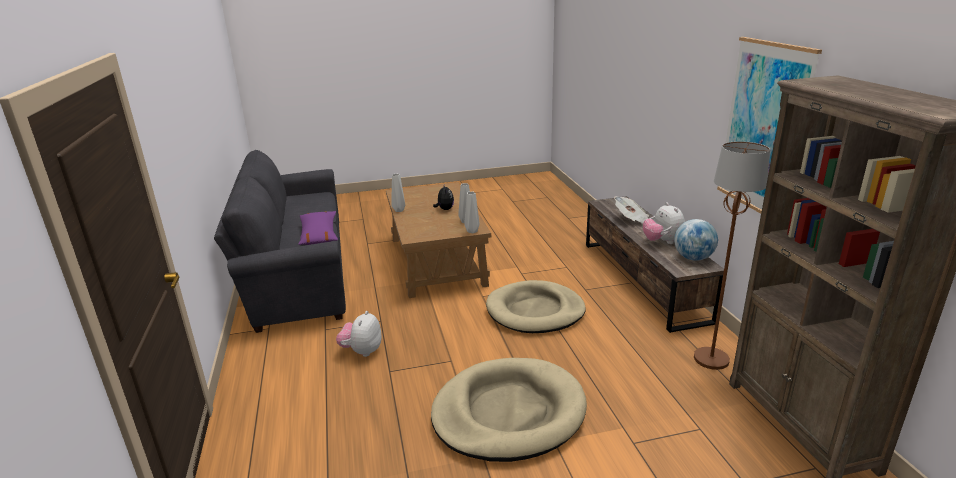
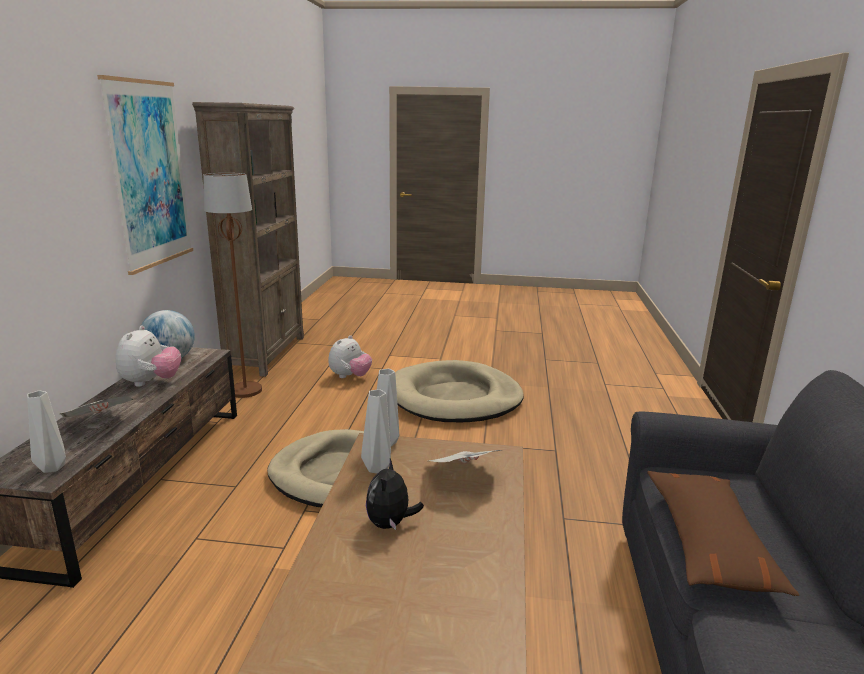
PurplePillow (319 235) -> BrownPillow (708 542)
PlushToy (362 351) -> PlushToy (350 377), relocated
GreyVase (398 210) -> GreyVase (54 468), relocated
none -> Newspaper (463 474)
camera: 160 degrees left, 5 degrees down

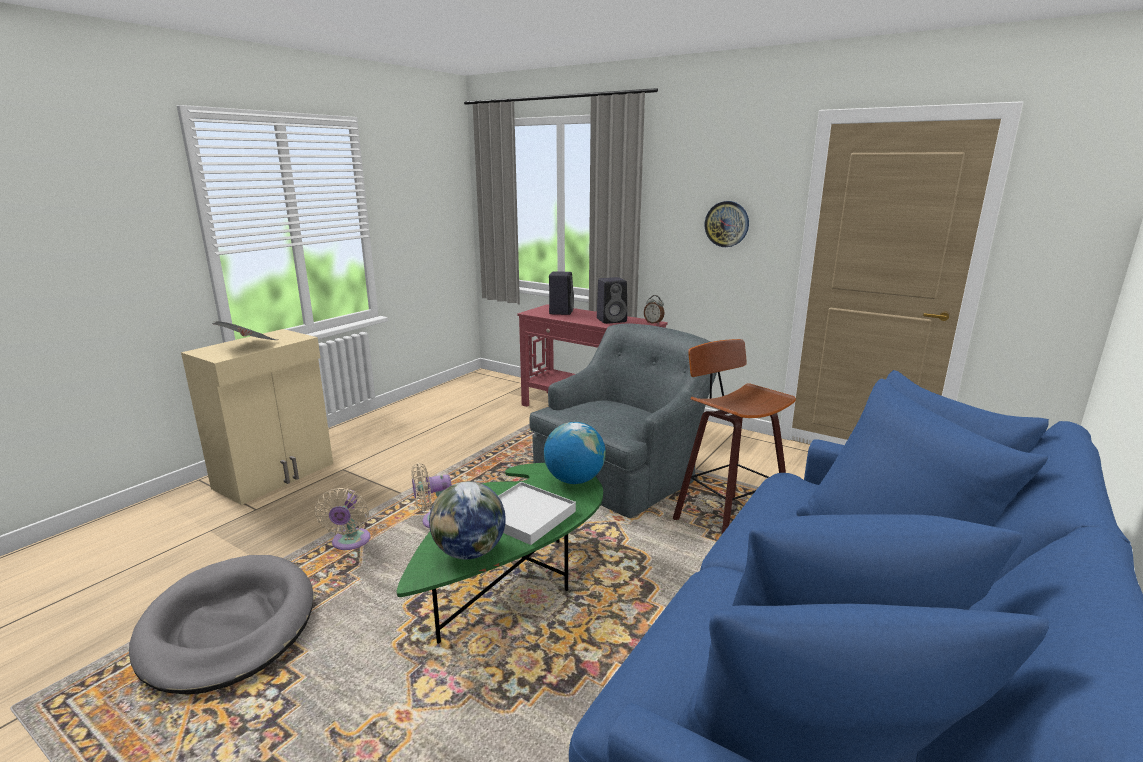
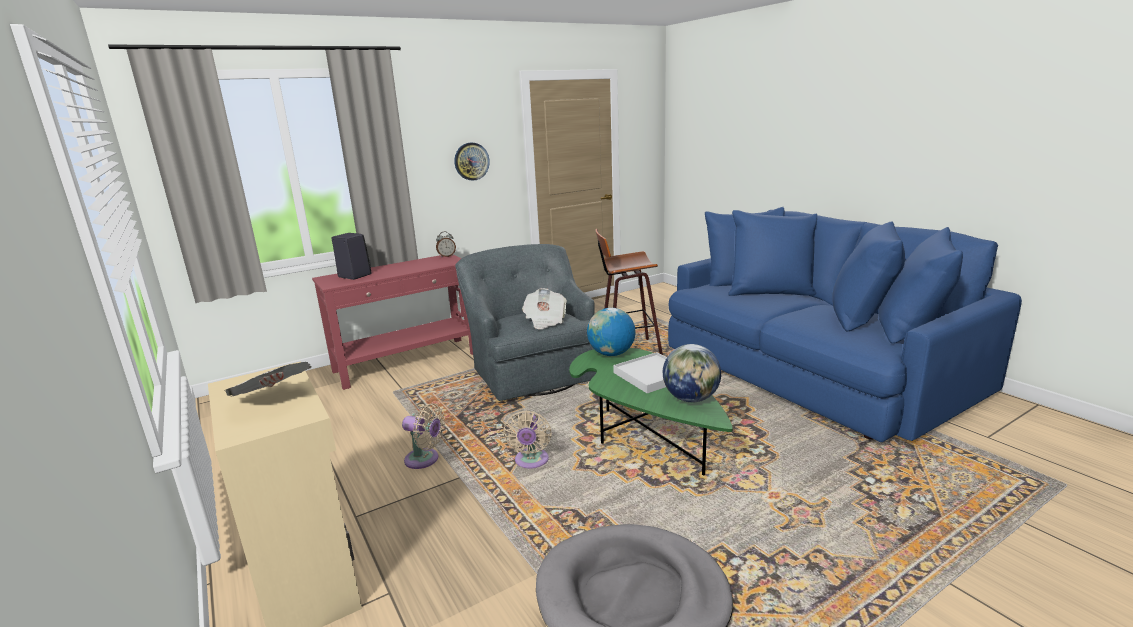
BeigeFan (350 543) -> BeigeFan (425 460), relocated
BlackSpeaker (612 320) -> none
none -> Newspaper (545 321)
camera: 65 degrees left, 0 degrees up

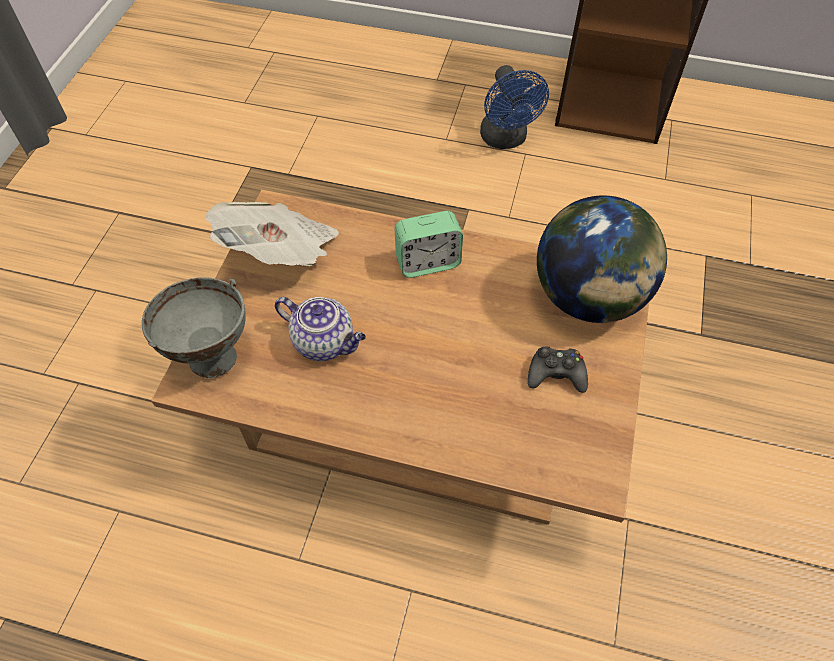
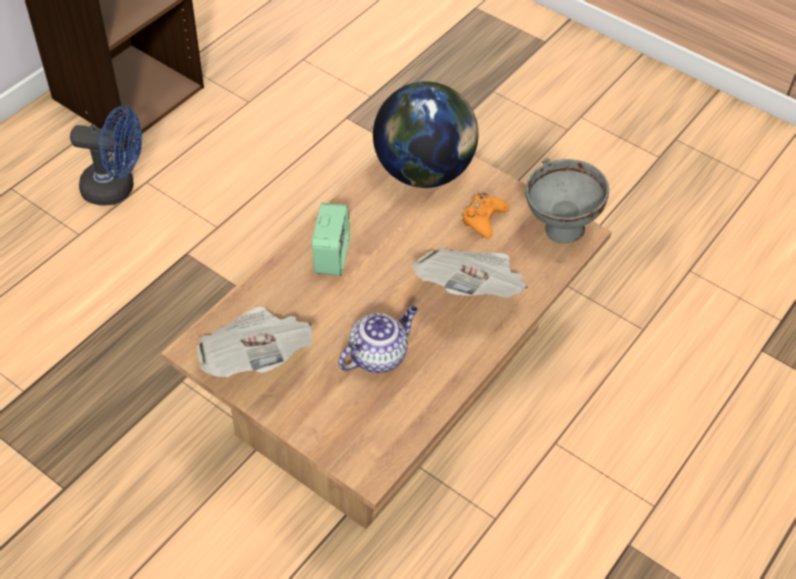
GreyBowl (210 356) -> GreyBowl (559 232), relocated
BlackGameController (556 374) -> OrangeGameController (483 219)
none -> Newspaper (470 290)
camera: 70 degrees left, 5 degrees down

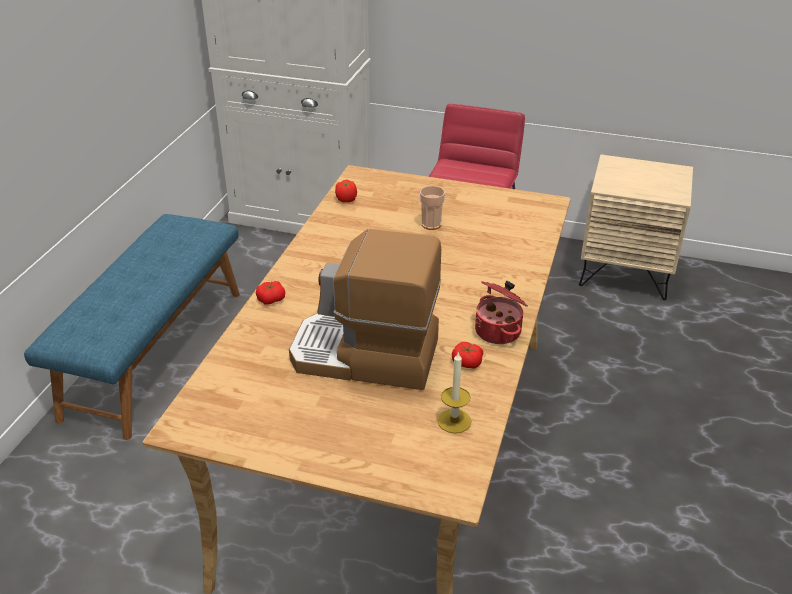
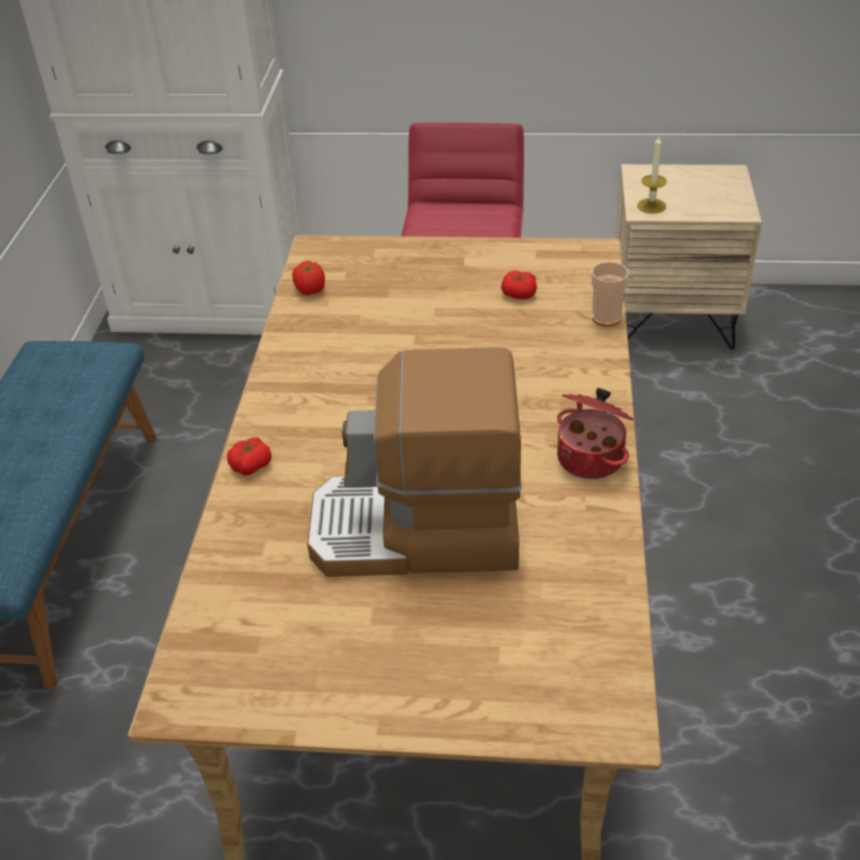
Cup (431 224) -> Cup (606 318), relocated
Candle (454 421) -> Candle (651 206), relocated
Tomato (467 362) -> Tomato (519 294), relocated
camera: 10 degrees left, 5 degrees up

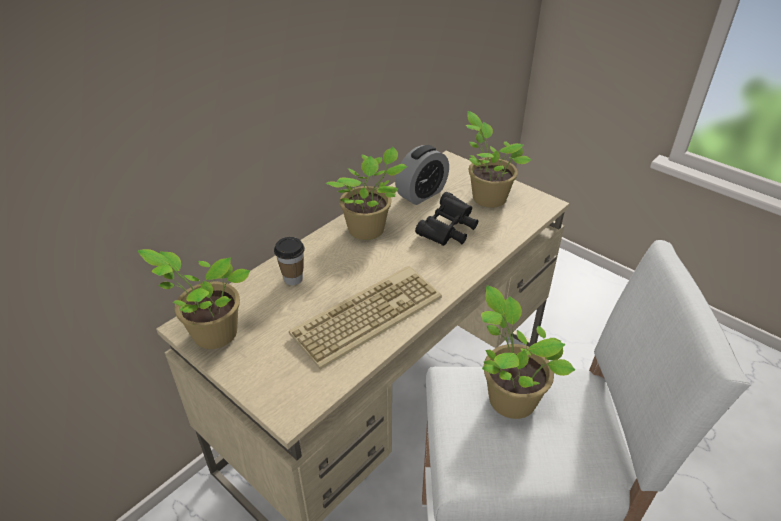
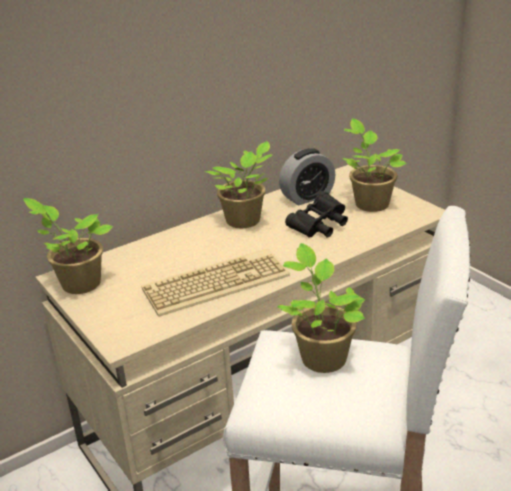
Cup (293 279) -> none
camera: 15 degrees right, 10 degrees down

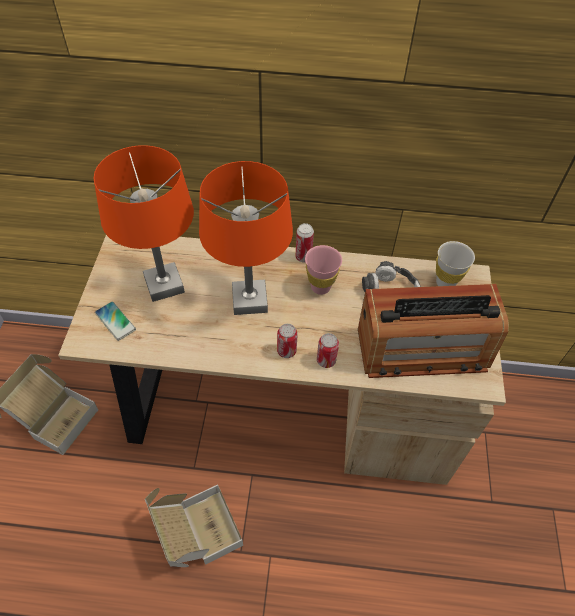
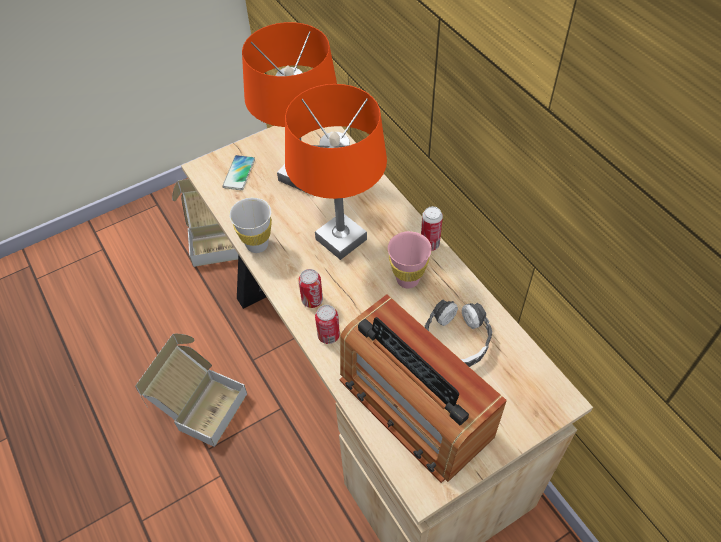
WhiteCup (445 283) -> WhiteCup (257 245), relocated
camera: 55 degrees right, 0 degrees up

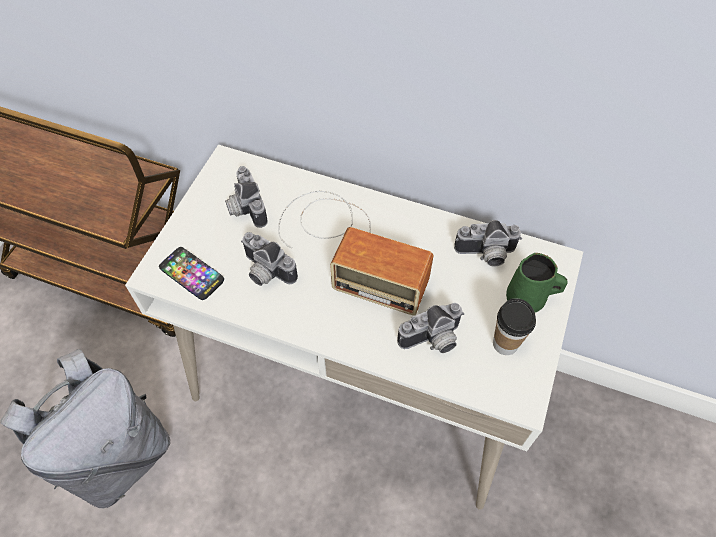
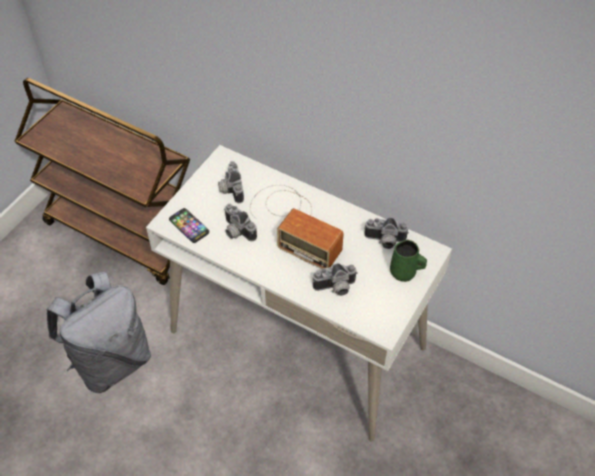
Cup (505 344) -> none
camera: 10 degrees right, 5 degrees down

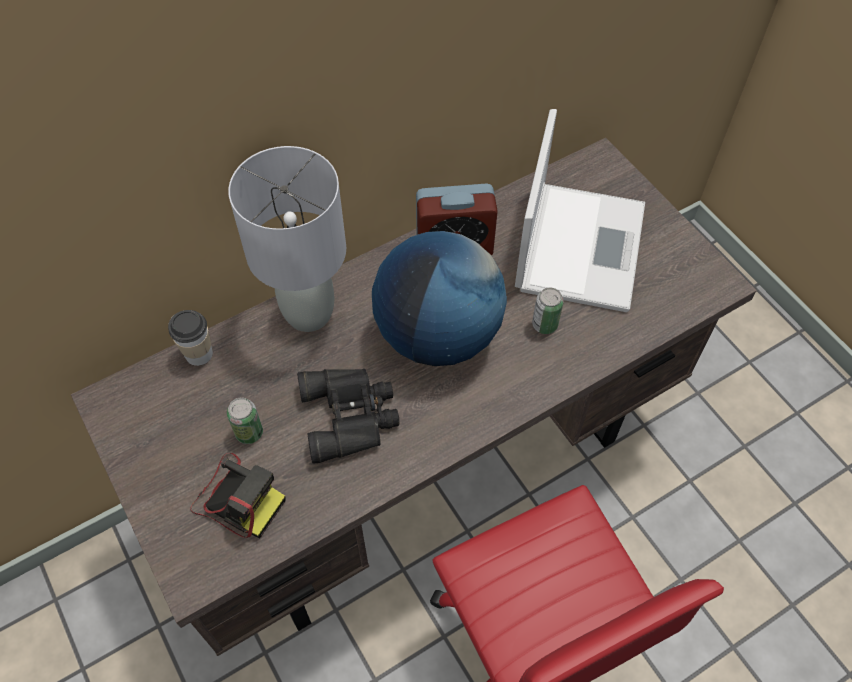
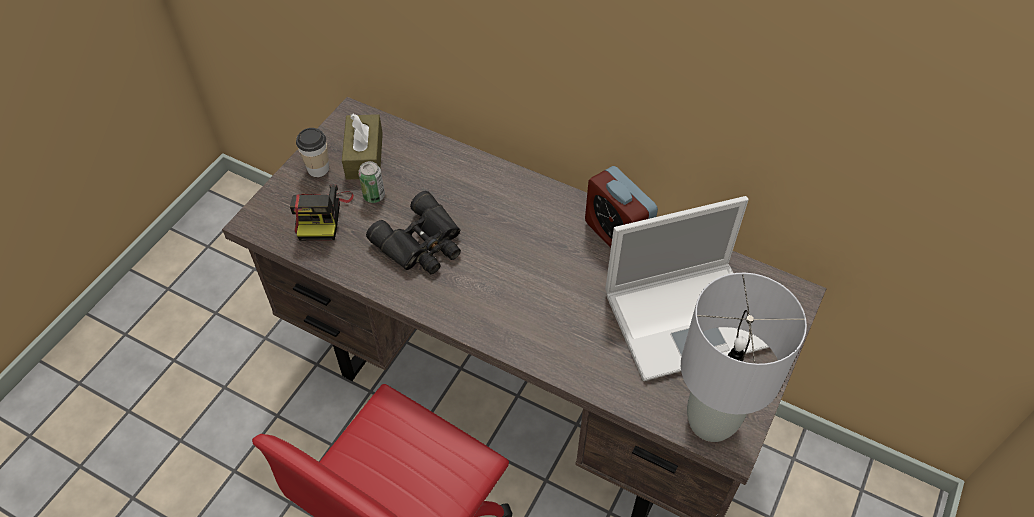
Cup (199 353) -> Cup (318 168), relocated
GreyTableLamp (308 313) -> GreyTableLamp (710 421), relocated
Globe (438 334) -> none
Can (544 324) -> none
none -> BrownTissueBox (364 156)
camera: 60 degrees right, 5 degrees down

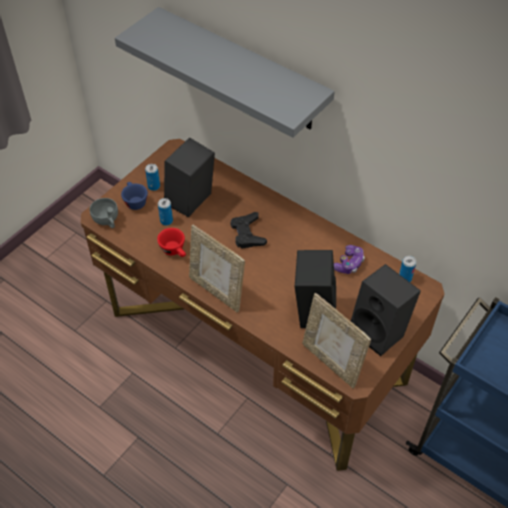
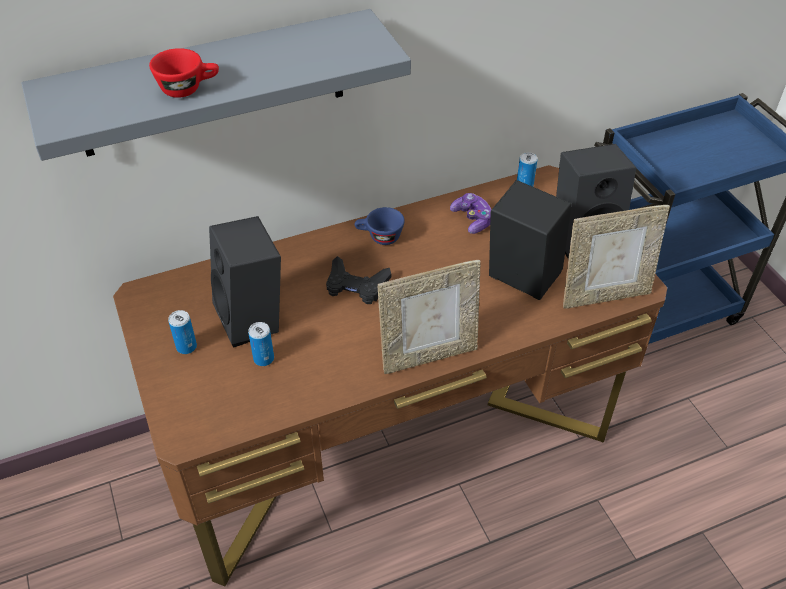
GreyCup (107 221) -> none
BlueCup (134 201) -> BlueCup (379 237), relocated
RedCup (175 251) -> RedCup (188 88), relocated
camera: 60 degrees left, 5 degrees down

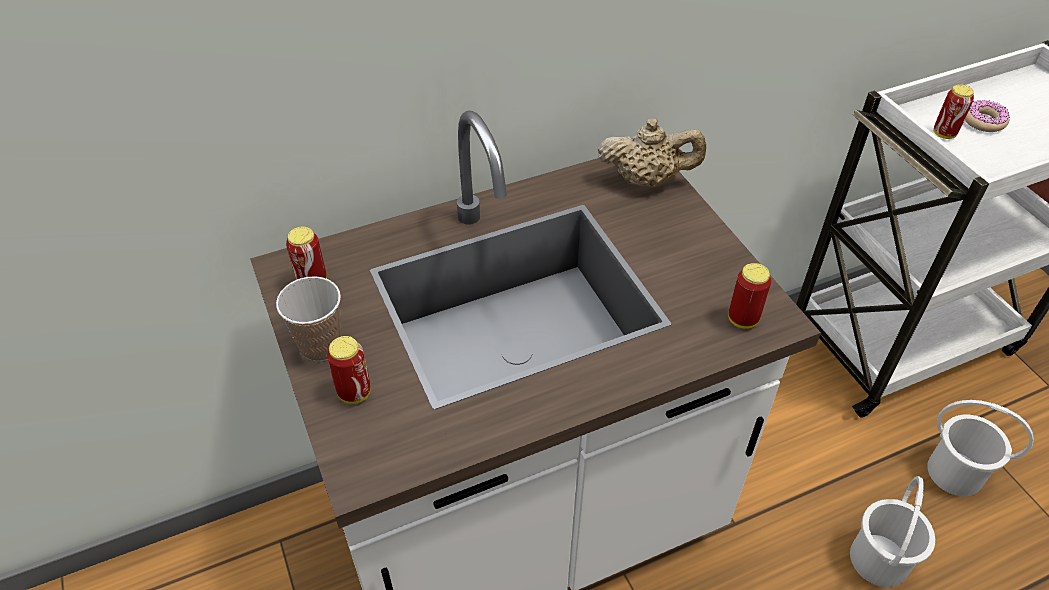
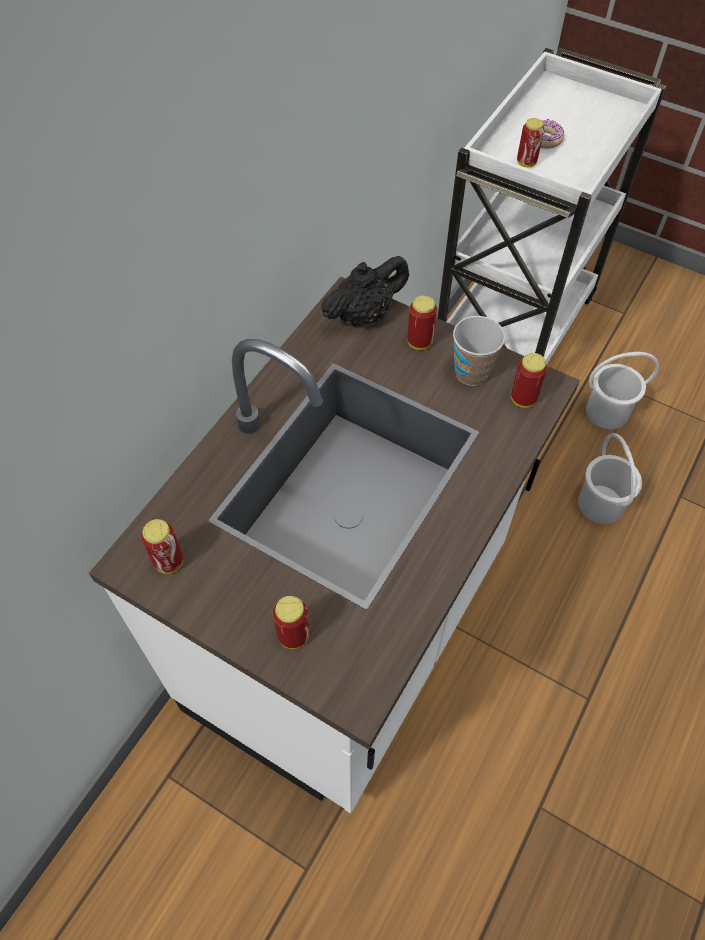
Cup (321 346) -> Cup (471 373), relocated
BeigeTeapot (647 180) -> BlackTeapot (364 315)
none -> Can (419 342)
camera: 35 degrees left, 10 degrees up

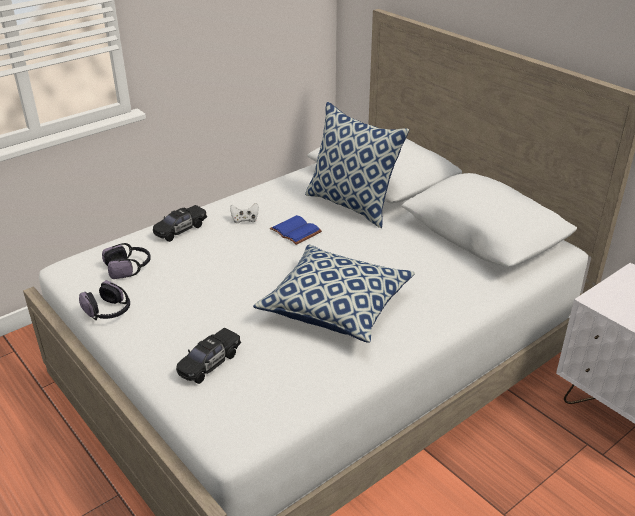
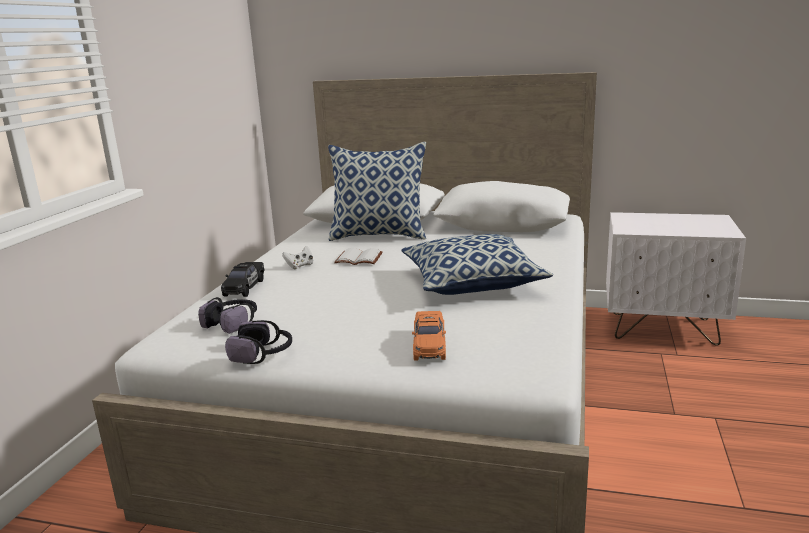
BlackToyCar (209 363) -> OrangeToyCar (429 346)
BlueBook (297 231) -> WhiteBook (360 258)
camera: 35 degrees left, 15 degrees down

